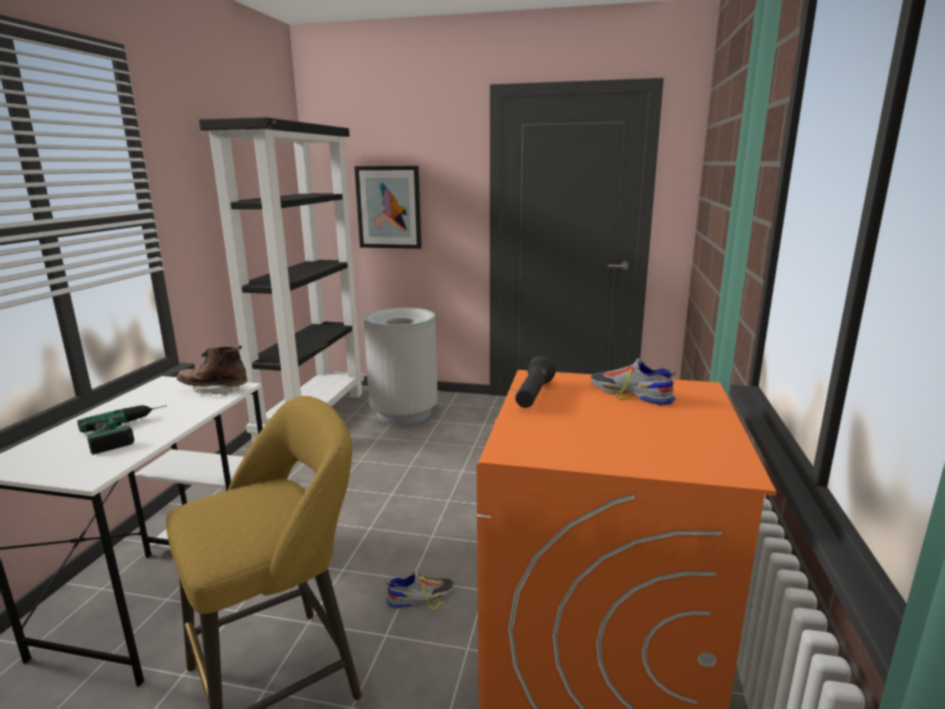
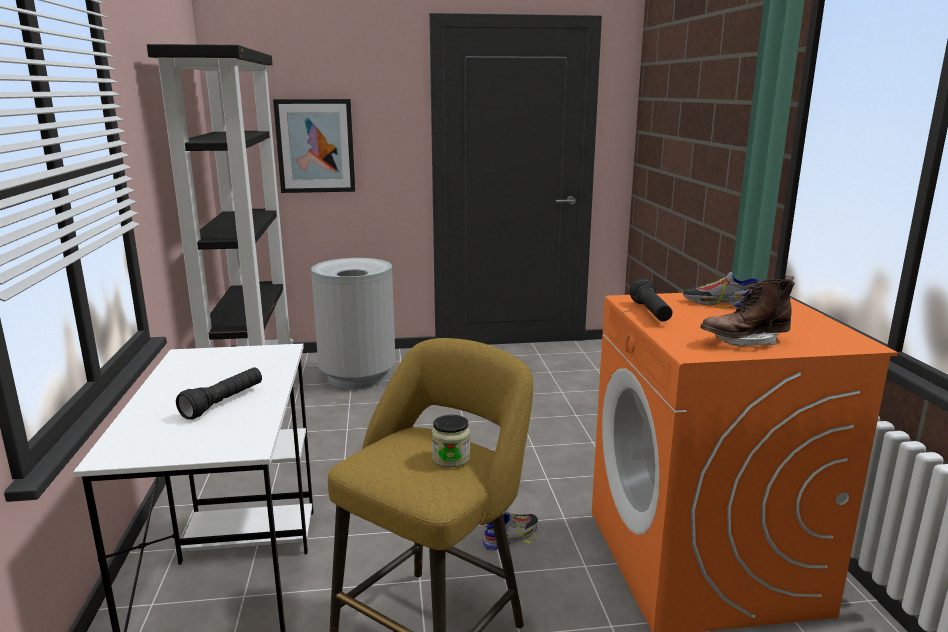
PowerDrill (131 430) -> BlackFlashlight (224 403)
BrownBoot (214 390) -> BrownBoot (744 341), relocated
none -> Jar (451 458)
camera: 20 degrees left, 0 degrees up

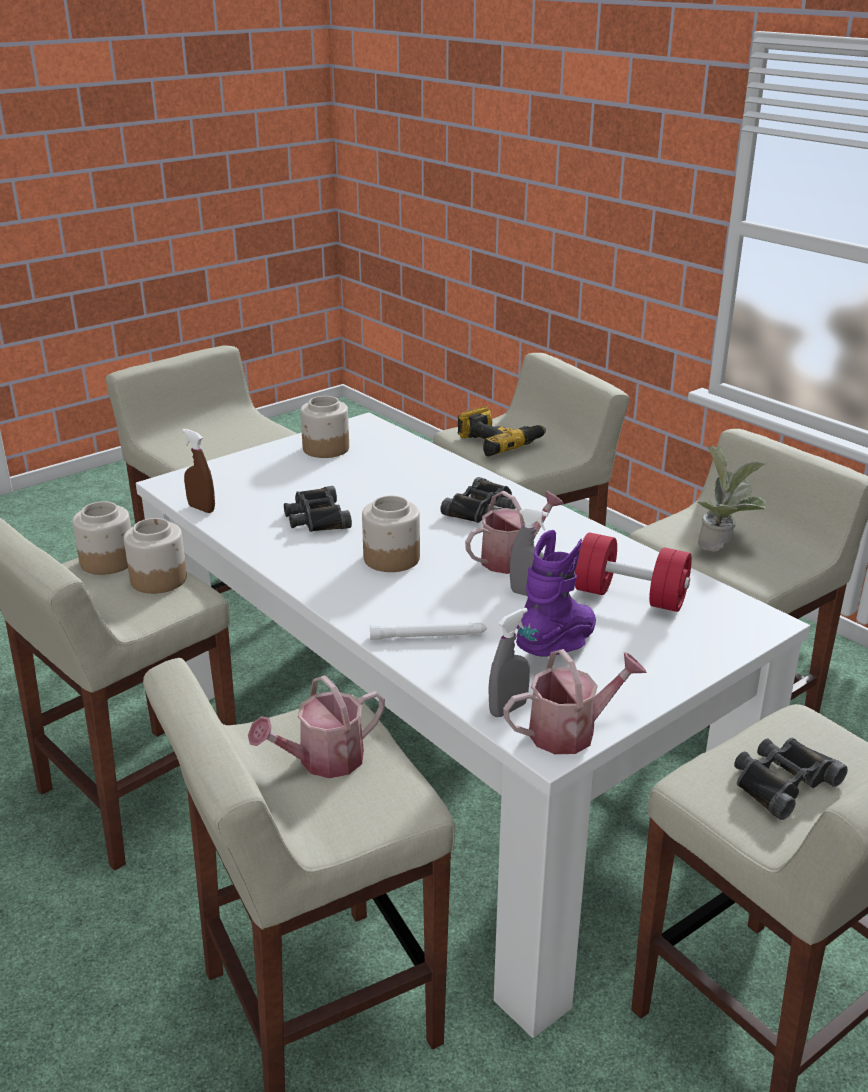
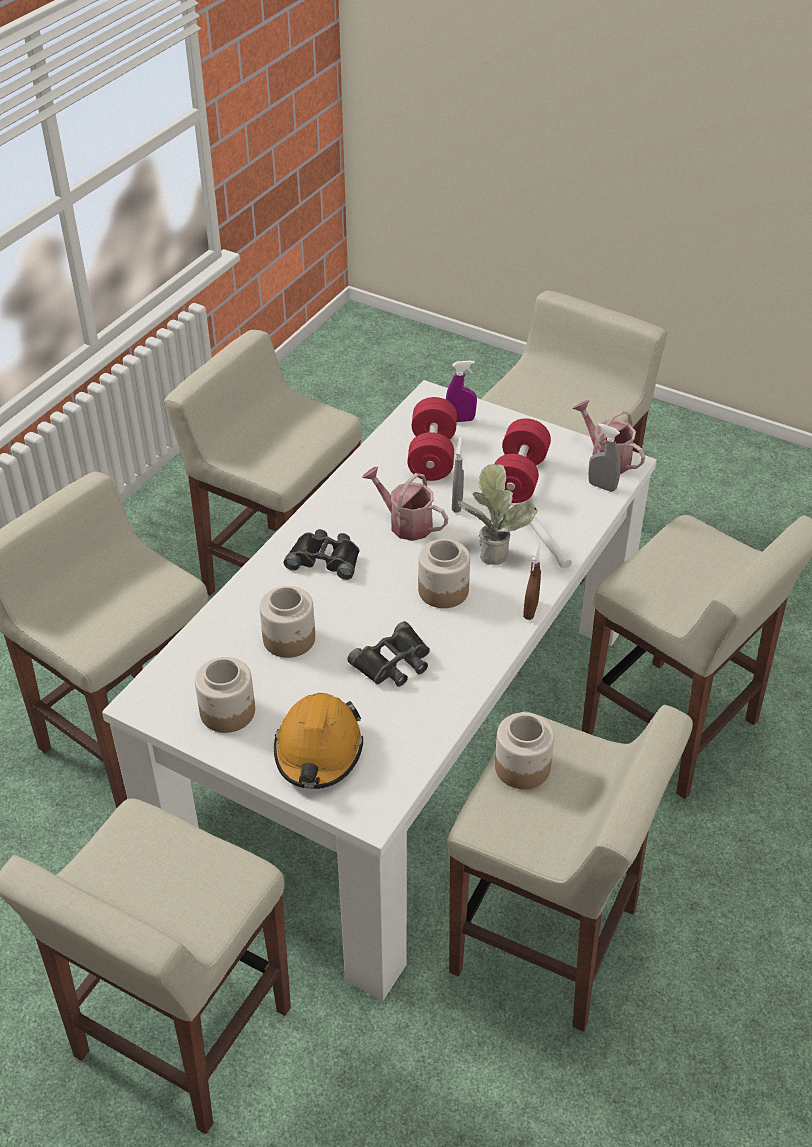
Jar (107 562) -> Jar (289 639), relocated
BrownSprayBottle (201 508) -> BrownSprayBottle (530 610), relocated
WateringCan (323 761) -> none
PowerDrill (498 442) -> none
PurpleBoot (558 647) -> RedDumbbell (518 478)
PottedPlant (722 547) -> PottedPlant (493 550), relocated
BlackBinoculars (782 782) -> none
none -> OrangeHardHat (318 751)
none -> PurpleSprayBottle (460 420)
camera: 110 degrees left, 15 degrees up

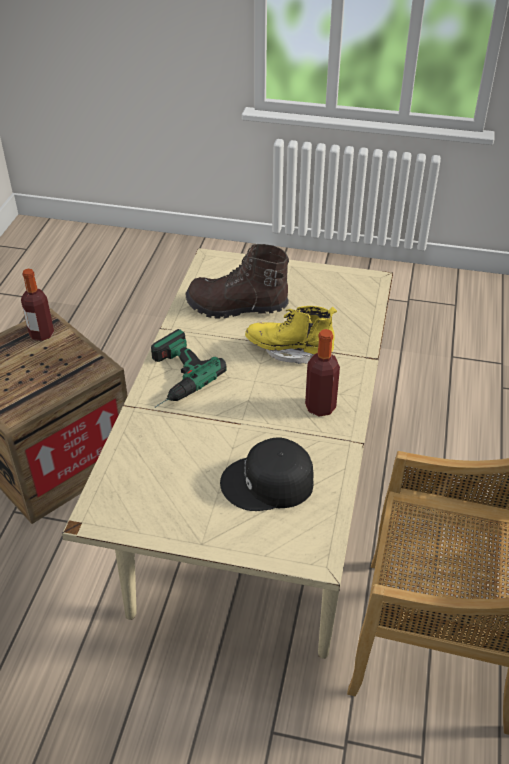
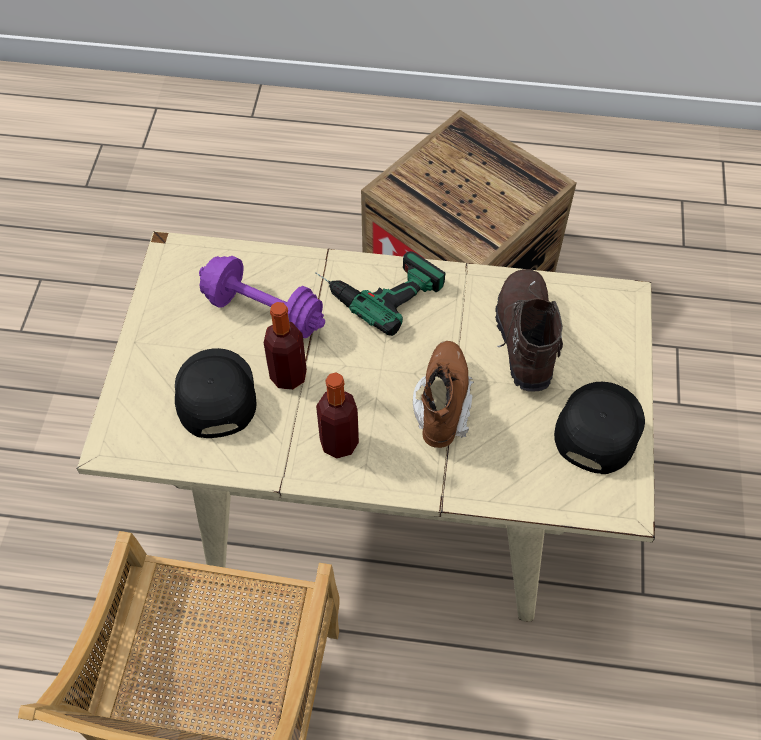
Bottle (41 334) -> Bottle (288 375), relocated
YellowBoot (289 351) -> BrownBoot (442 404)
none -> PurpleDumbbell (263 312)
none -> BlackCap (597 427)
camera: 85 degrees right, 15 degrees up

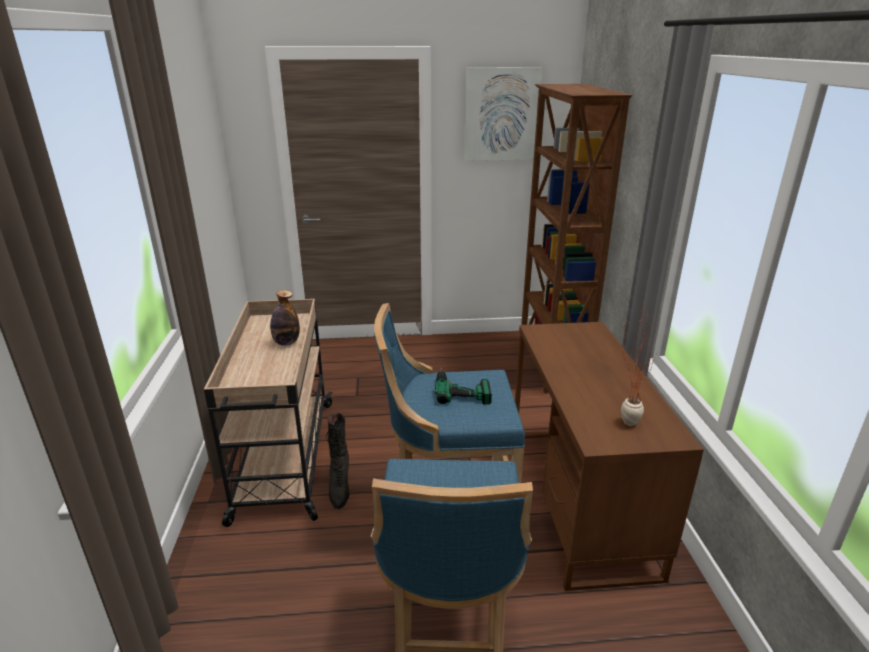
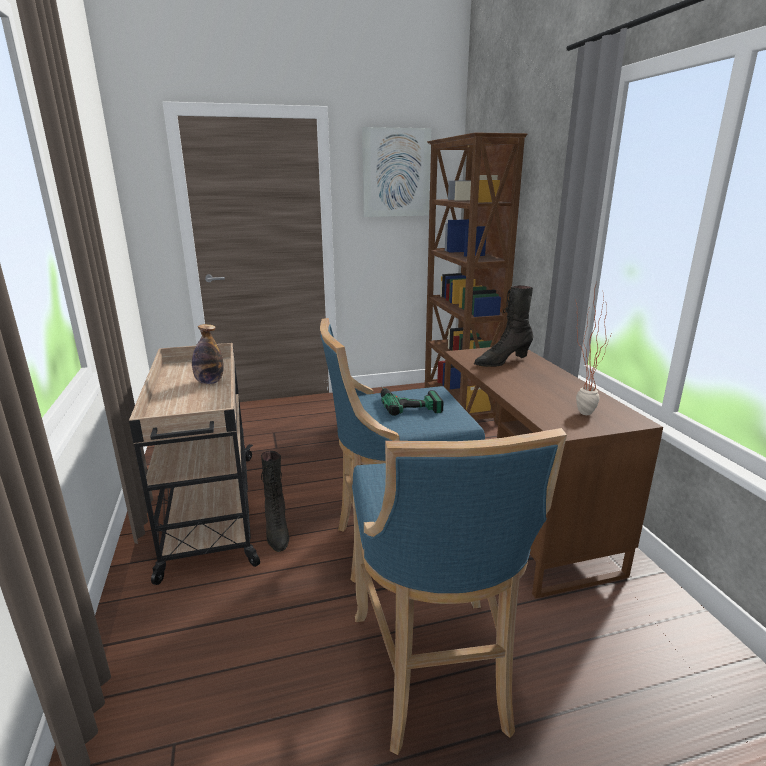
none -> BlackBoot (502 362)
camera: 10 degrees left, 5 degrees down

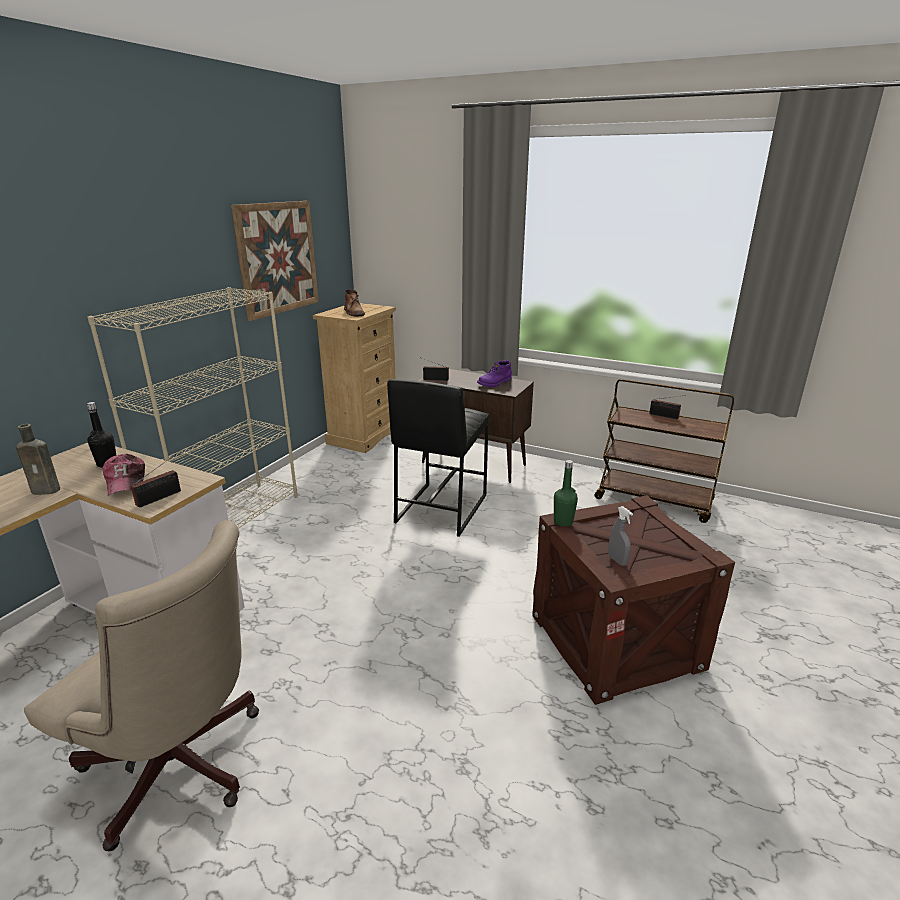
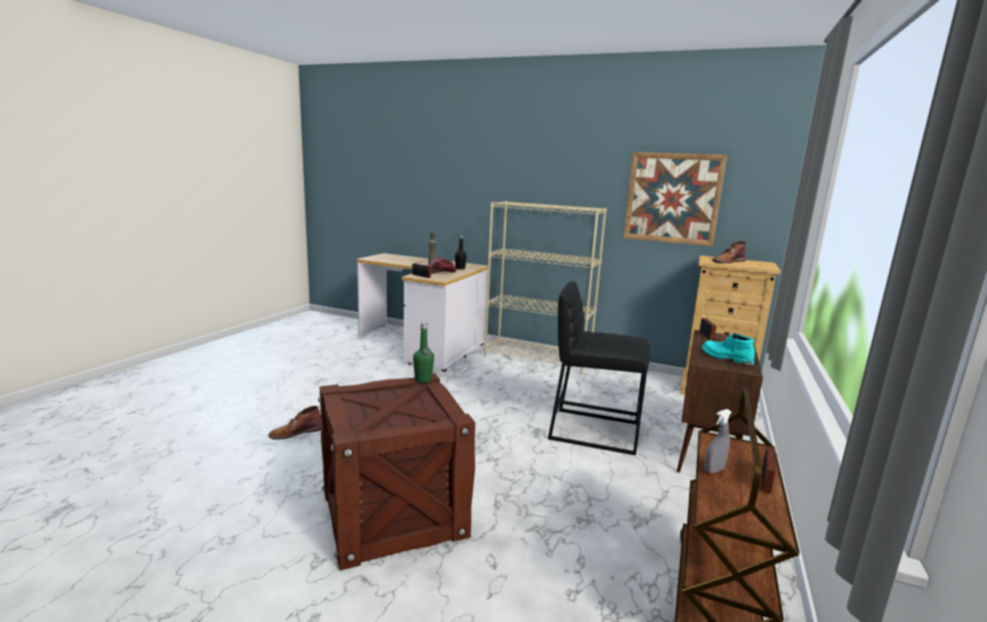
BeigeOfficeChair (181 770) -> none
PurpleBoot (495 383) -> TurquoiseBoot (725 358)
GreySprayBottle (617 560) -> GreySprayBottle (714 470), relocated
none -> BrownBoot (296 432)
camera: 85 degrees right, 10 degrees down

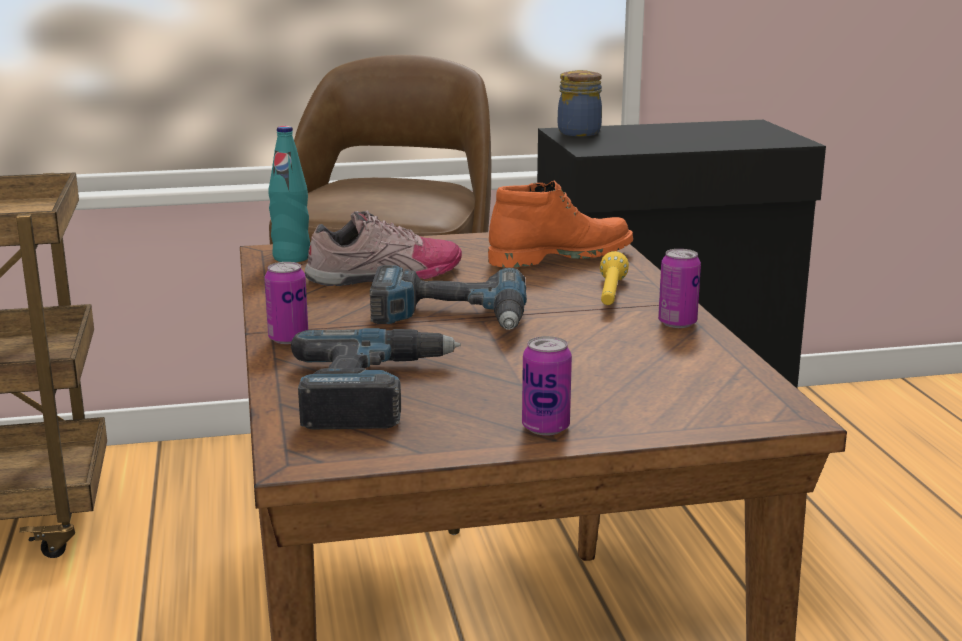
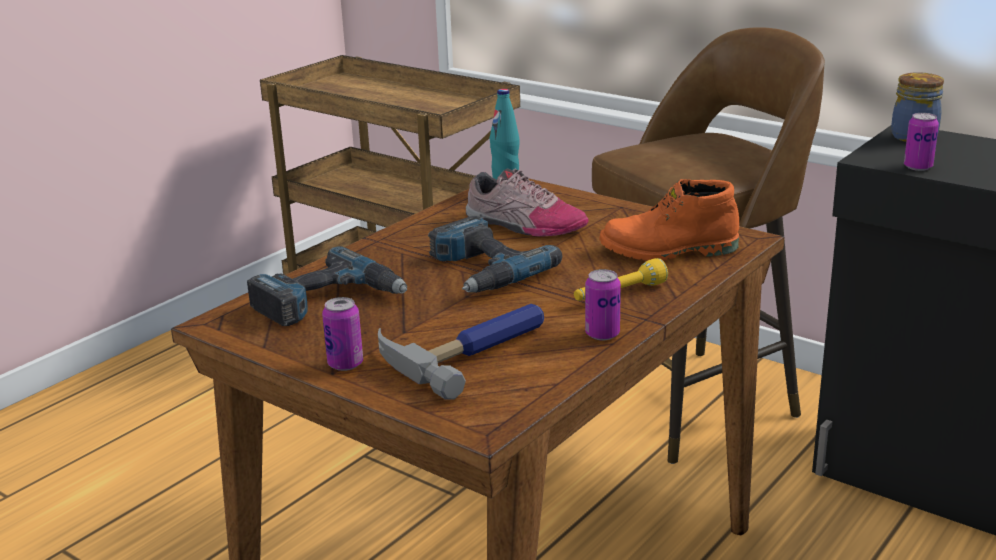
Can (288 338) -> Can (918 167), relocated
OrangeBoot (560 257) -> OrangeBoot (668 251), 150 degrees clockwise
none -> Hammer (470 350)
camera: 50 degrees right, 5 degrees up

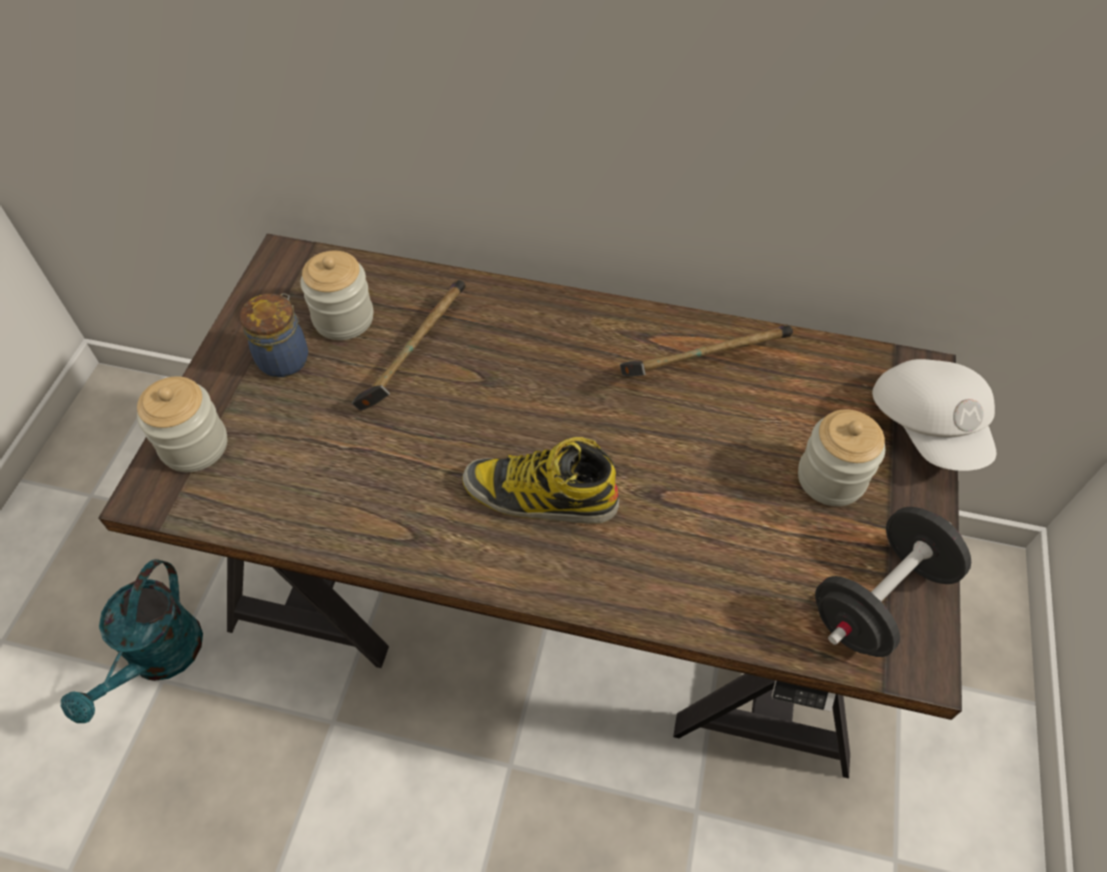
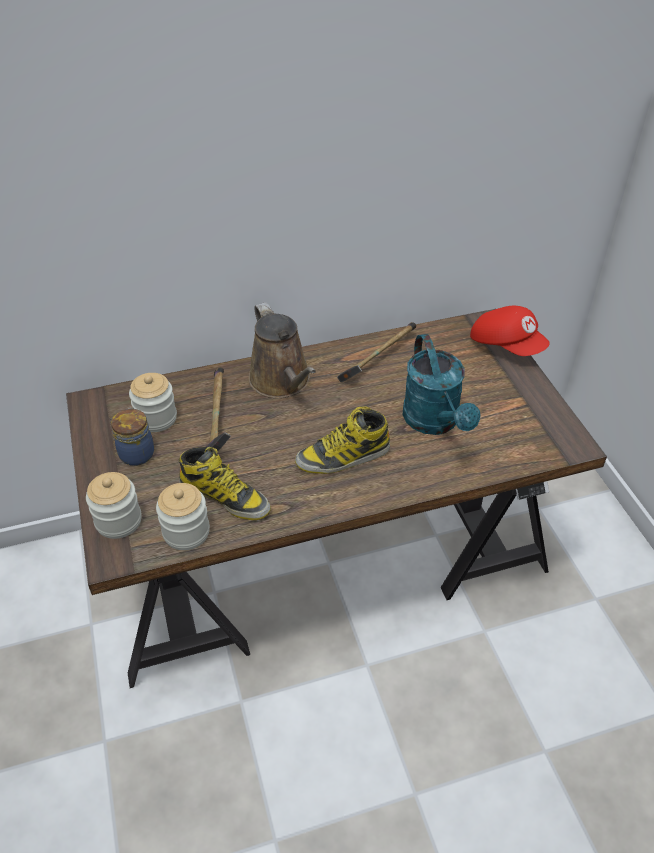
TurquoiseWateringCan (159 660) -> TurquoiseWateringCan (435 422), relocated
Jar (831 478) -> Jar (186 532), relocated
BlackDumbbell (879 599) -> none
WhiteCap (928 427) -> RedCap (507 345)
none -> Boot (225 497)
none -> BrownWateringCan (282 381)
camera: 30 degrees left, 10 degrees down

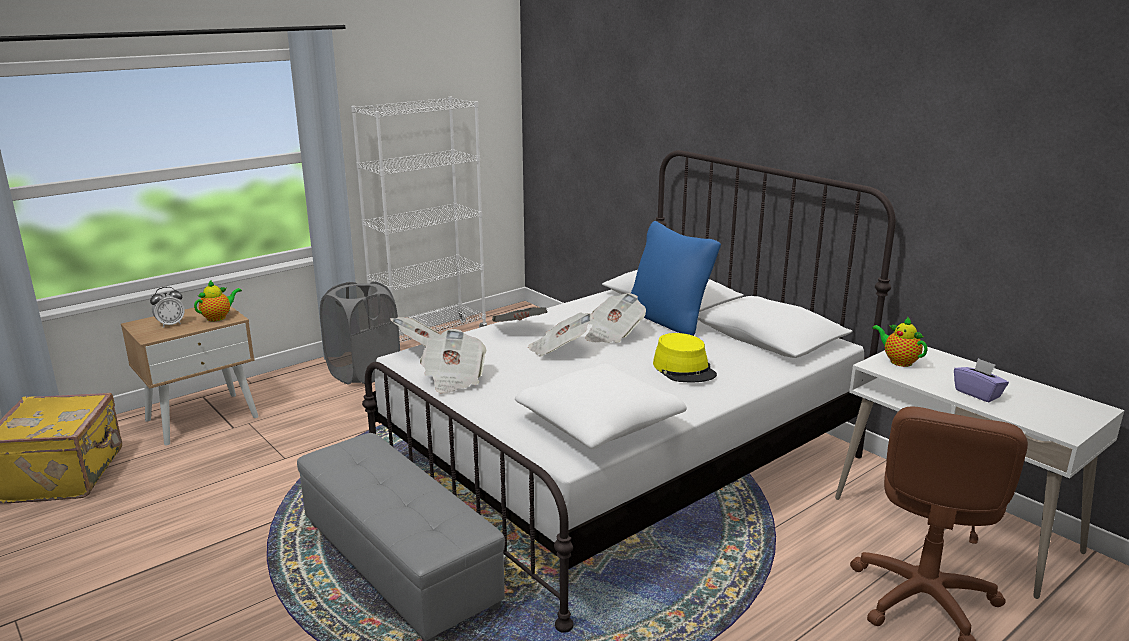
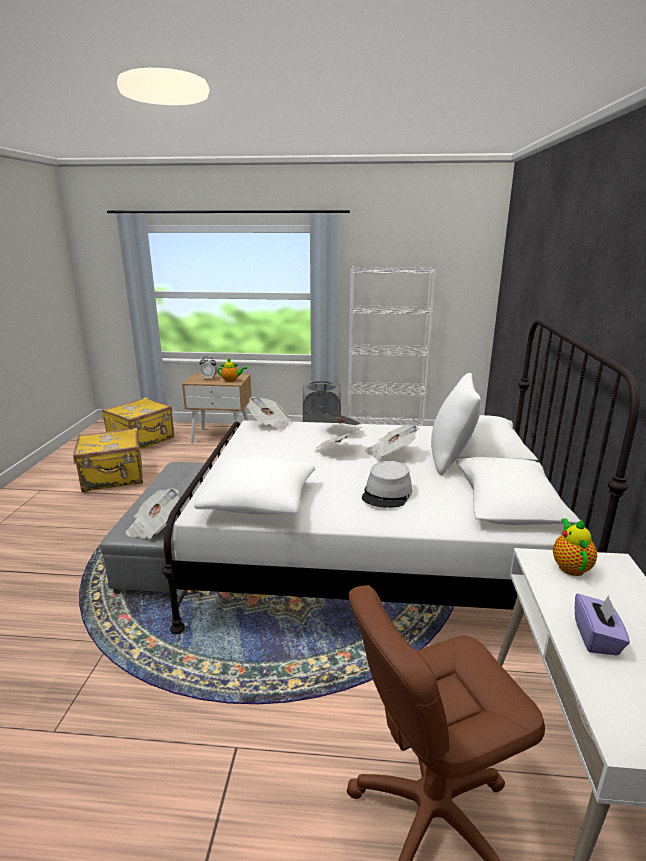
Newspaper (453 378) -> Newspaper (155 527), relocated
BluePillow (669 320) -> WhitePillow (451 459)
YellowHat (684 369) -> GreyHat (387 493)
none -> YellowSuitcase (114 478)
camera: 45 degrees right, 0 degrees up

